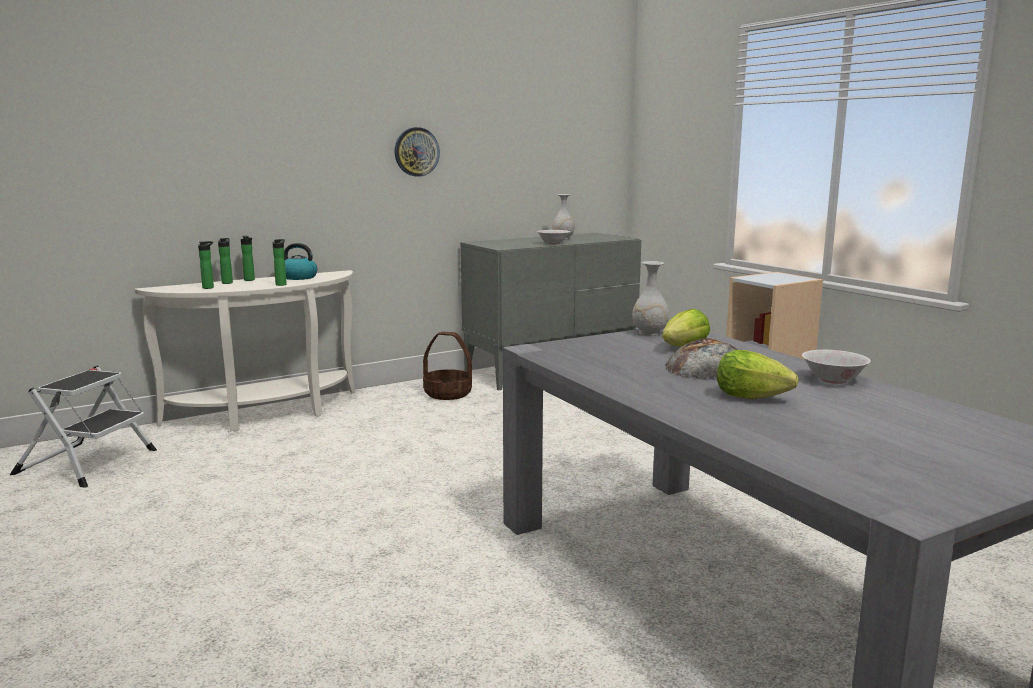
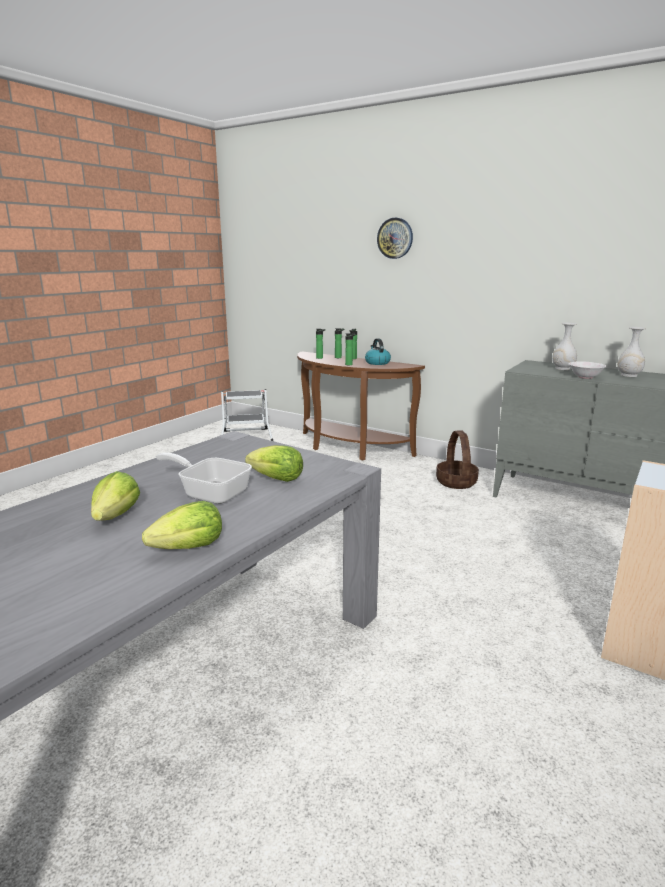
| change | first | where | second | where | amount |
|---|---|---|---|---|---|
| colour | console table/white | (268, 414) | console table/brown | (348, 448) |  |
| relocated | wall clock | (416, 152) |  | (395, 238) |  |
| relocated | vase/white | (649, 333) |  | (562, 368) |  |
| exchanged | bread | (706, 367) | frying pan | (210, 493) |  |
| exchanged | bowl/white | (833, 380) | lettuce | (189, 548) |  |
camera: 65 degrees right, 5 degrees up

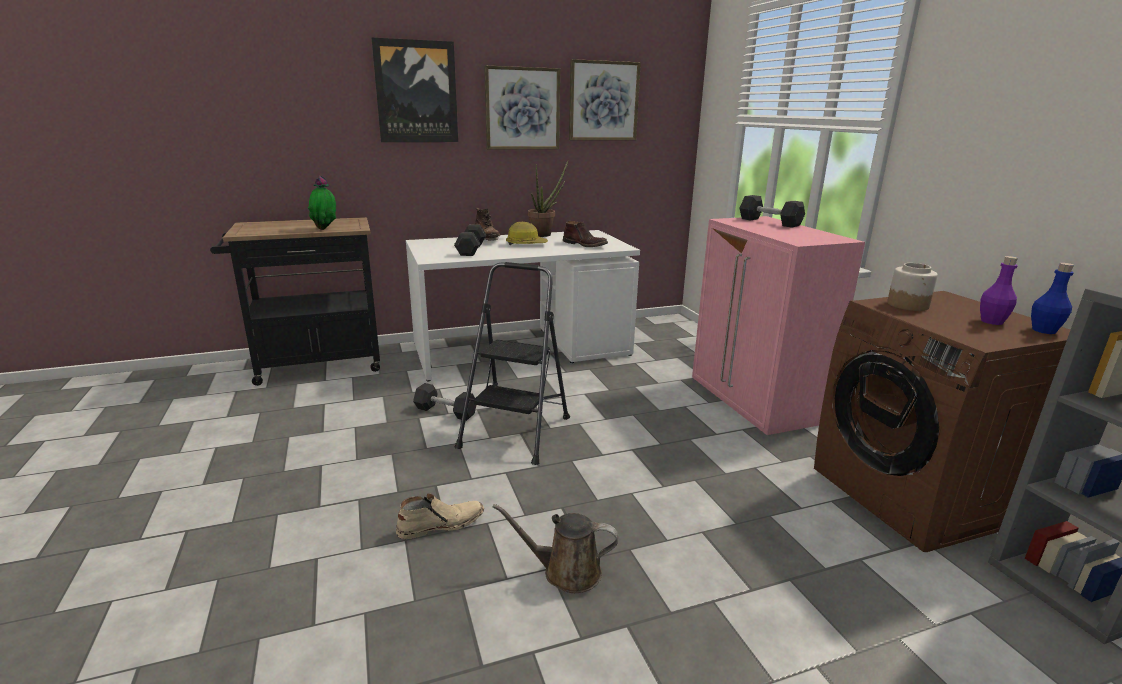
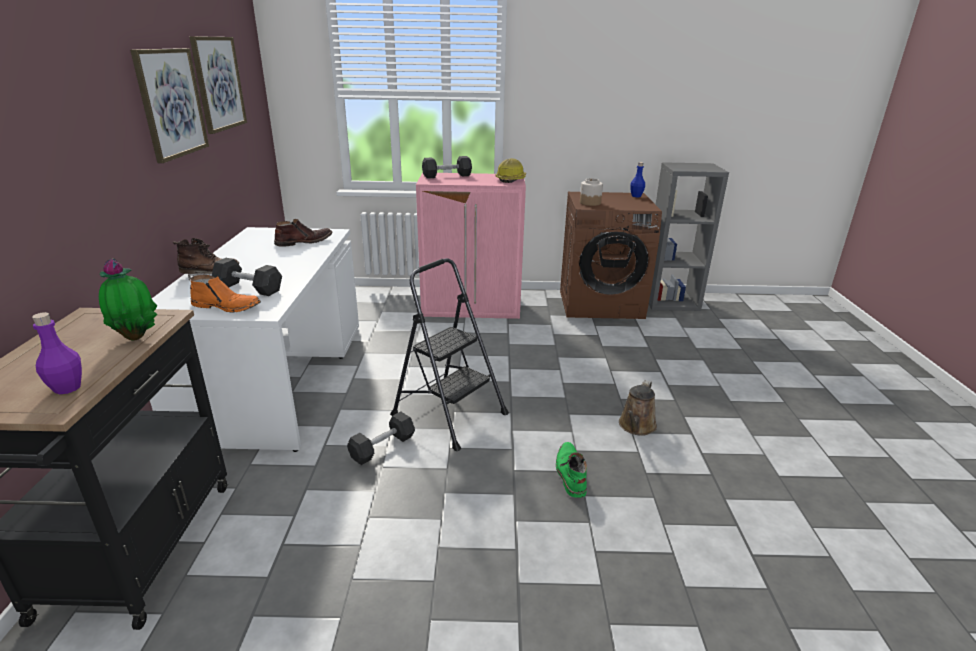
| change | first | where | second | where | amount |
|---|---|---|---|---|---|
| missing | picture | (416, 92) |  |  |  |
| colour | boot/beige | (440, 524) | boot/green | (570, 474) |  |
| relocated | hard hat | (526, 244) |  | (511, 179) |  |
| missing | potted plant | (545, 234) |  |  |  |
| relocated | bottle/purple | (991, 321) |  | (67, 388) |  |
| appeared |  |  | boot/orange | (227, 306) |  |
camera: 70 degrees left, 5 degrees up

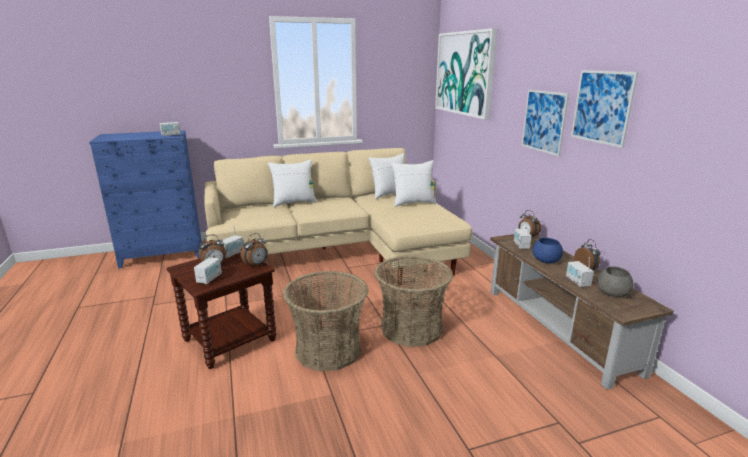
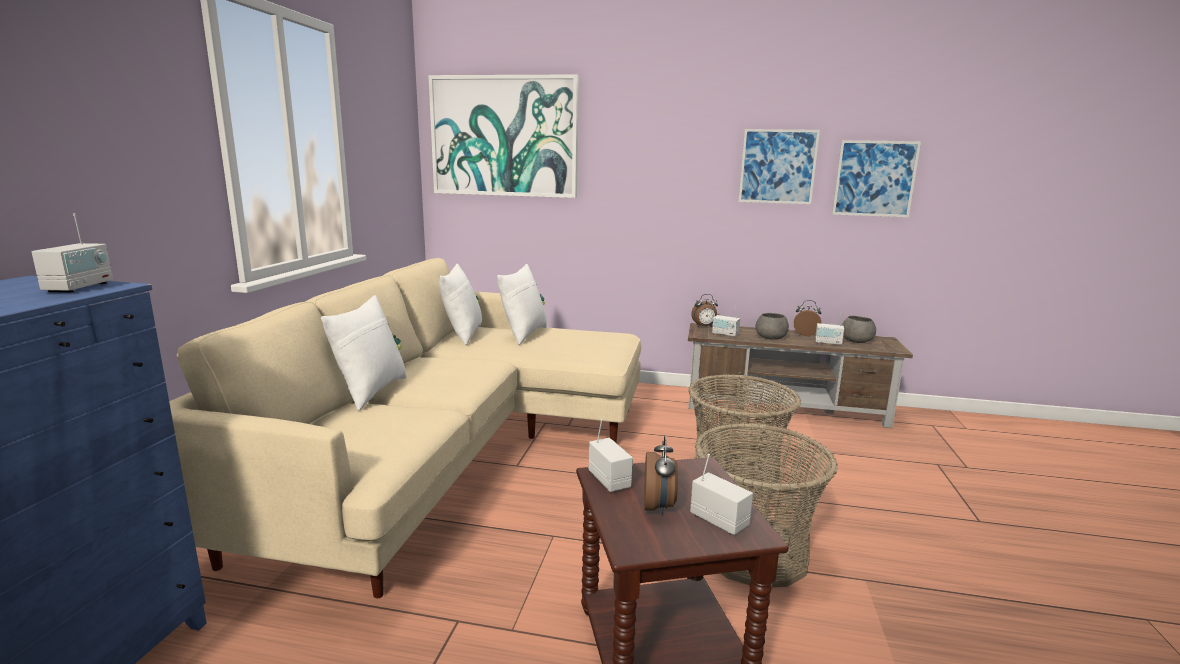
| change | first | where | second | where | amount |
|---|---|---|---|---|---|
| missing | alarm clock | (256, 265) |  |  |  |
| relocated | picture | (544, 121) |  | (875, 178) |  |
| colour | bowl/blue | (546, 260) | bowl/grey | (771, 337) |  |
camera: 60 degrees left, 5 degrees down

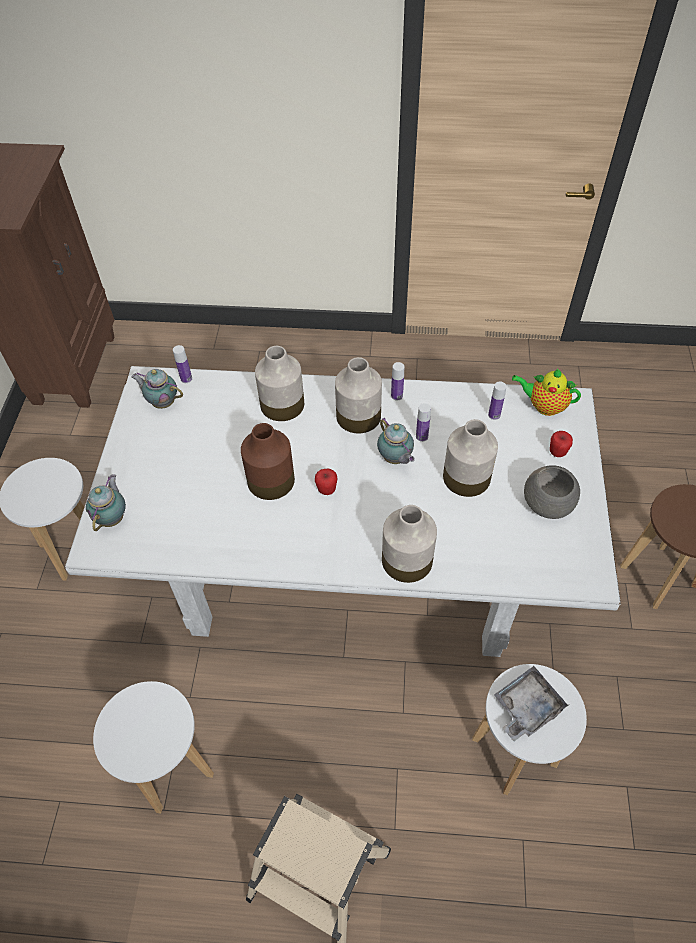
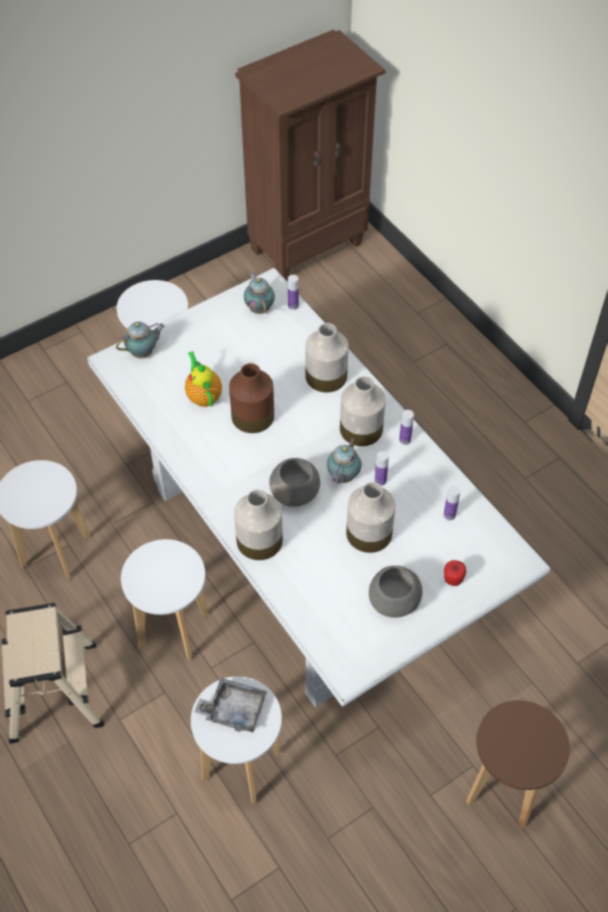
| change | first | where | second | where | amount |
|---|---|---|---|---|---|
| missing | apple | (326, 490) |  |  |  |
| relocated | teapot | (544, 406) |  | (203, 395) |  |
| appeared |  |  | stool/white | (173, 630) |  |
| appeared |  |  | bowl/grey | (295, 493) |  |
camera: 50 degrees right, 0 degrees up

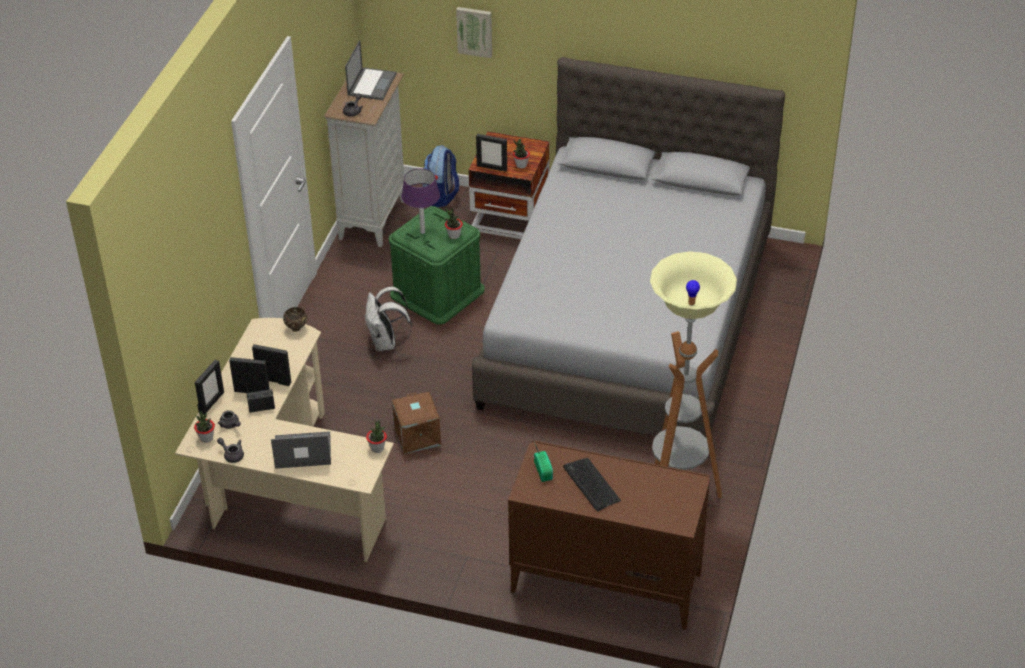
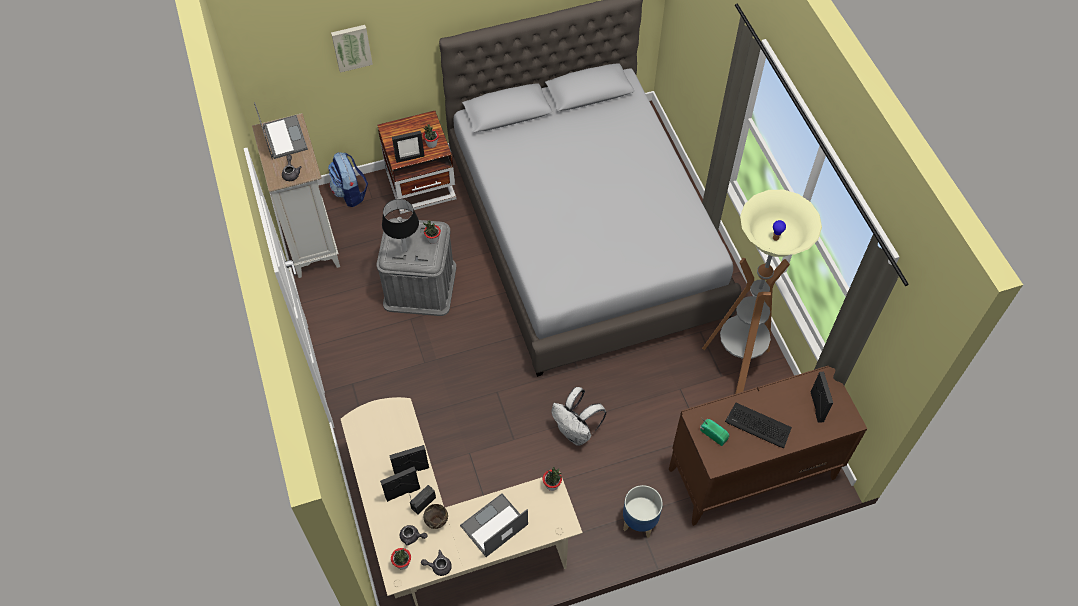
| change | first | where | second | where | amount |
|---|---|---|---|---|---|
| relocated | picture frame | (211, 402) |  | (816, 407) |  |
| relocated | bowl/brown | (296, 328) |  | (437, 521) |  |
| relocated | backpack/white | (386, 343) |  | (576, 432) |  |
| colour | storage box/green | (437, 292) | storage box/grey | (420, 285) |  |
| missing | storage box/brown | (416, 436) |  |  |  |
| colour | table lamp/purple | (422, 232) | table lamp/black | (405, 250) |  |
| appeared |  |  | planter | (639, 521) |  |
camera: 35 degrees left, 15 degrees up

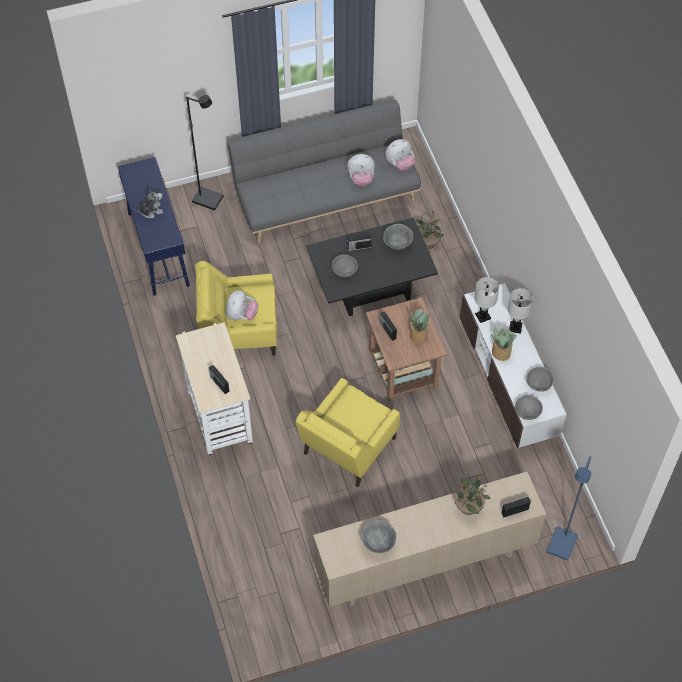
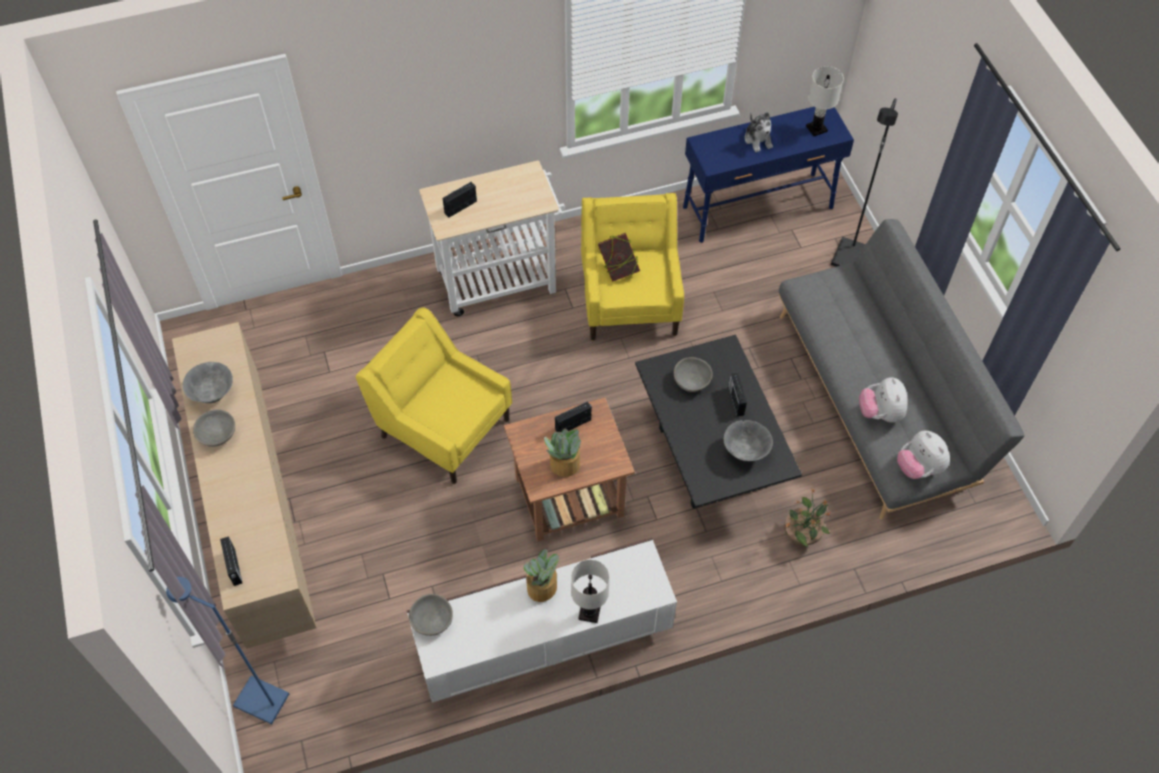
| change | first | where | second | where | amount |
|---|---|---|---|---|---|
| exchanged | plush toy | (241, 315) | book | (618, 269) |  |
| missing | potted plant | (469, 506) |  |  |  |
| relocated | table lamp/white | (482, 316) |  | (816, 128) |  |
| relocated | bowl/grey | (538, 384) |  | (218, 434) |  |
camera: 90 degrees right, 0 degrees up

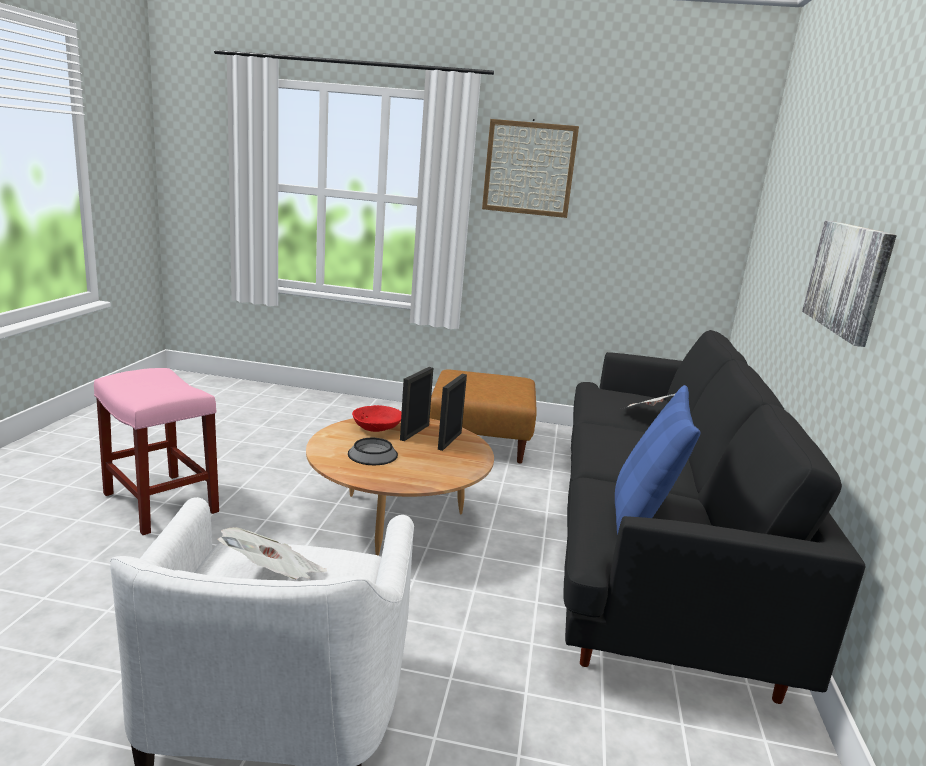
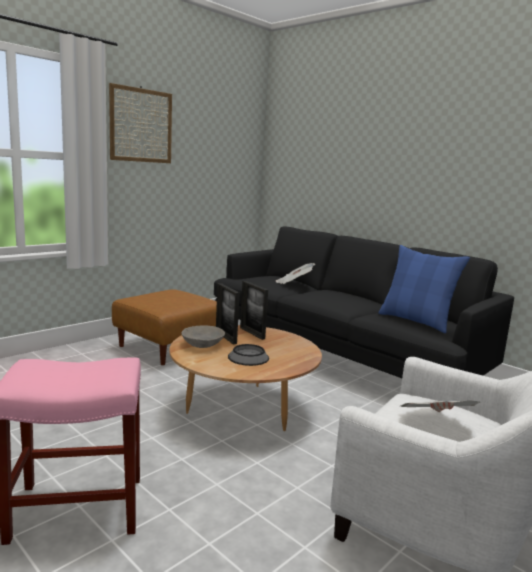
| change | first | where | second | where | amount |
|---|---|---|---|---|---|
| colour | bowl/red | (377, 428) | bowl/grey | (202, 344) |  |
| missing | picture | (848, 278) |  |  |  |
camera: 55 degrees left, 5 degrees down

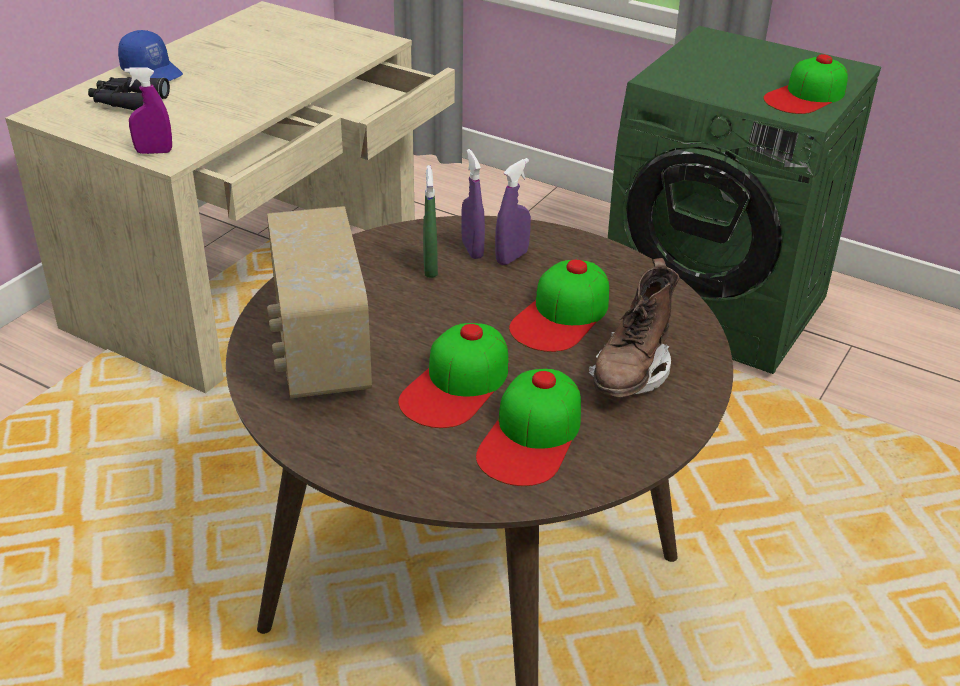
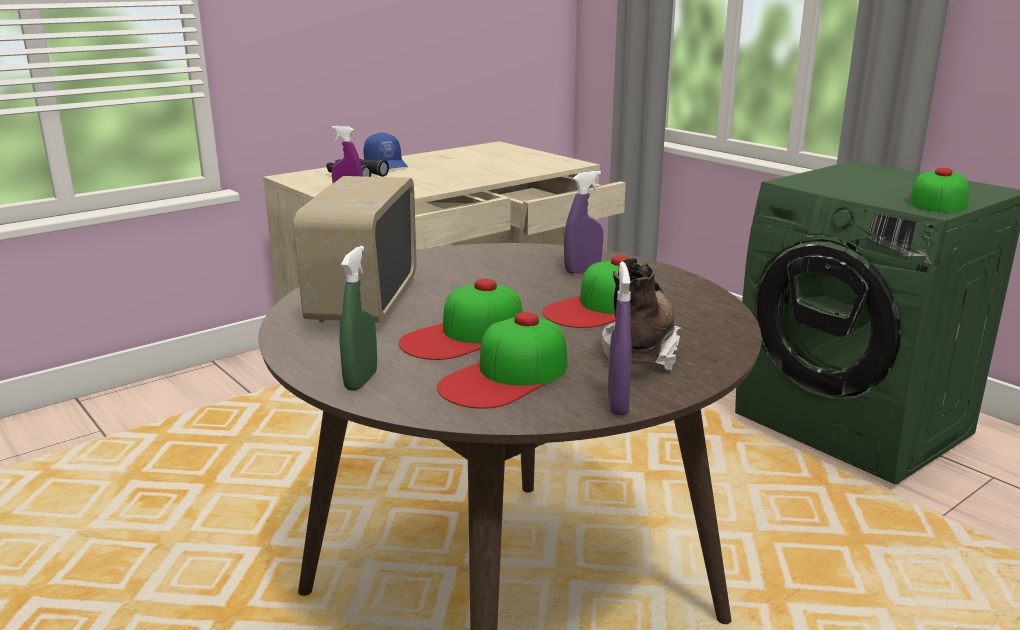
| change | first | where | second | where | amount |
|---|---|---|---|---|---|
| relocated | spray bottle/green | (430, 268) |  | (361, 381) |  |
| relocated | spray bottle/purple | (472, 250) |  | (617, 404) |  |
| spun | boot/brown | (630, 373) |  | (640, 350) | 150 degrees clockwise |
| spun | cap | (806, 96) |  | (937, 200) | 135 degrees clockwise |
camera: 20 degrees right, 15 degrees down

